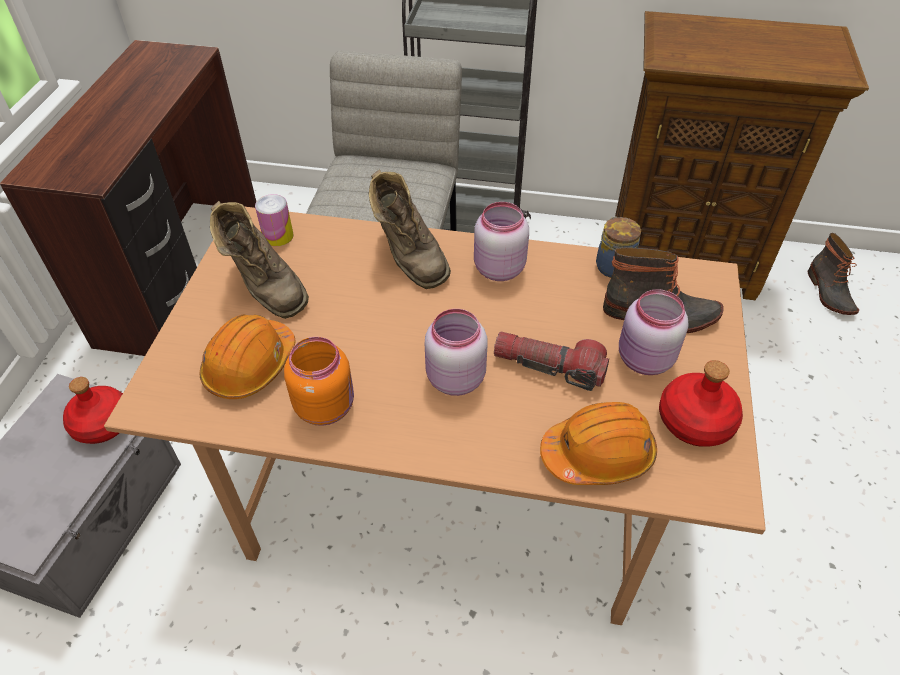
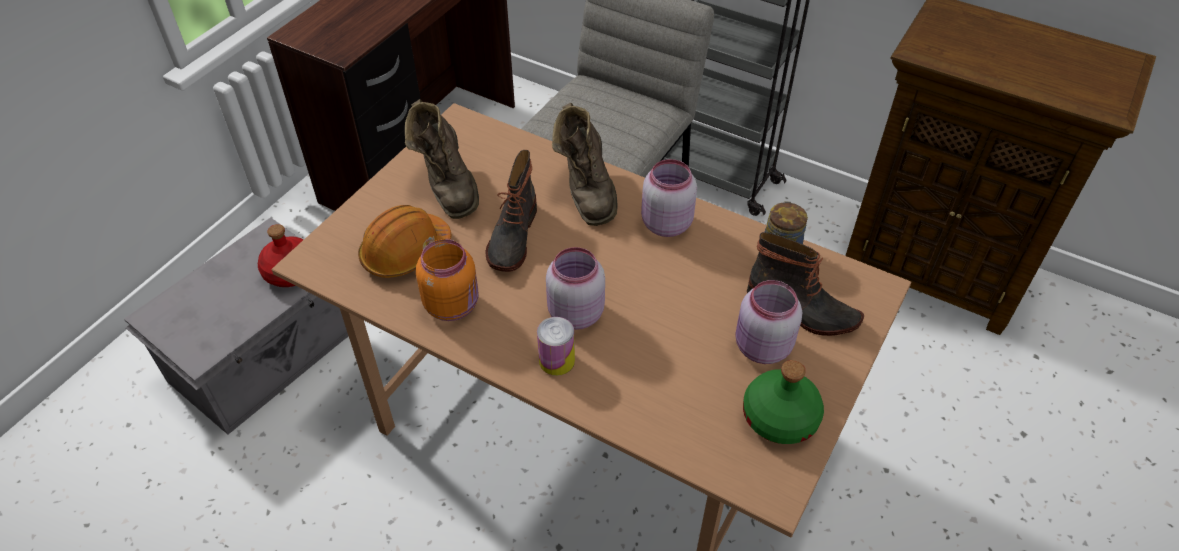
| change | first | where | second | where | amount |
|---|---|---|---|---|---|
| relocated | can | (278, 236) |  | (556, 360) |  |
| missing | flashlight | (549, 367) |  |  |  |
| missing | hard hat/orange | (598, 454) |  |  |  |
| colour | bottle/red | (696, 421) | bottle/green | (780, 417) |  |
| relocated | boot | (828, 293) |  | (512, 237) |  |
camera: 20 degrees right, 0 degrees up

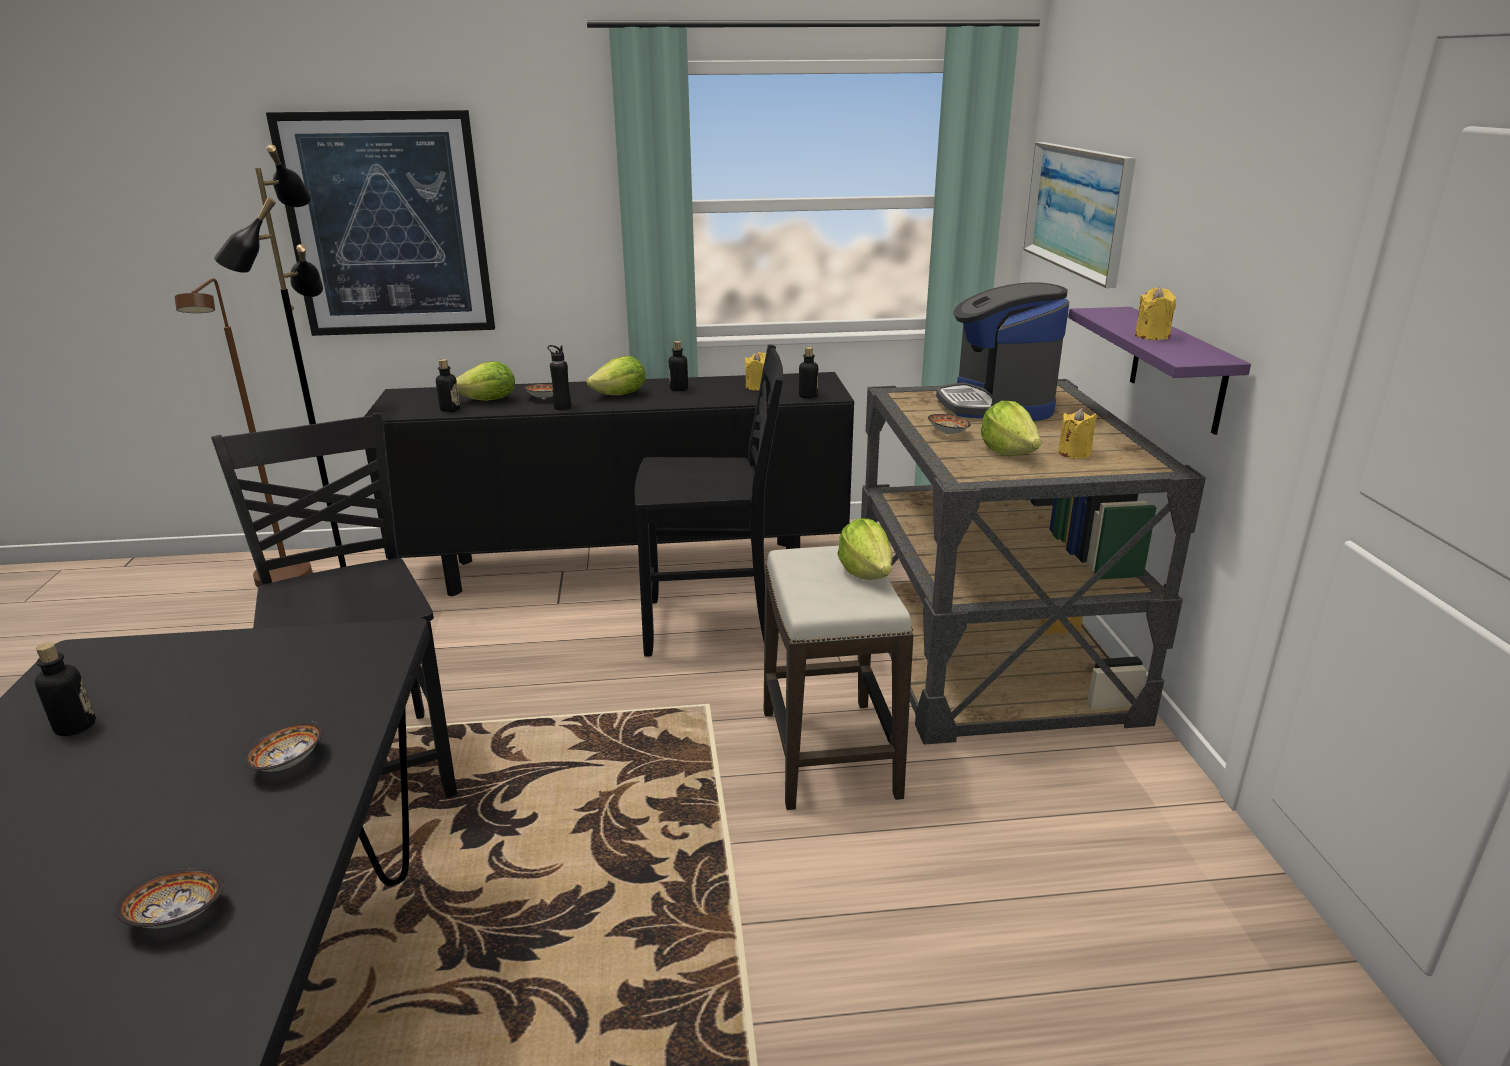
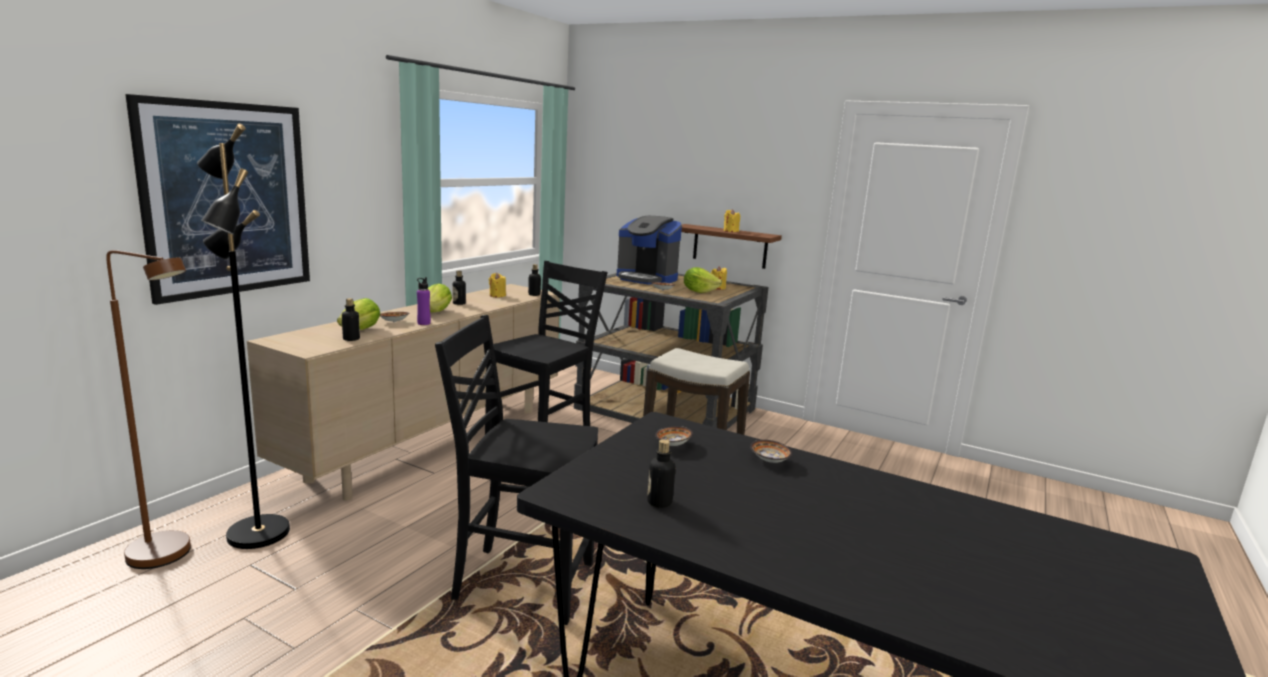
| change | first | where | second | where | amount |
|---|---|---|---|---|---|
| relocated | bowl | (177, 916) |  | (673, 445) |  |
| colour | cabinet/black | (627, 566) | cabinet/beige | (432, 442) |  |
| colour | bottle/black | (562, 407) | bottle/purple | (423, 323) |  |
| missing | lettuce | (866, 572) |  |  |  |
| missing | picture | (1077, 209) |  |  |  |
| colour | shelf/purple | (1177, 369) | shelf/brown | (730, 246) |  |
camera: 55 degrees left, 10 degrees down

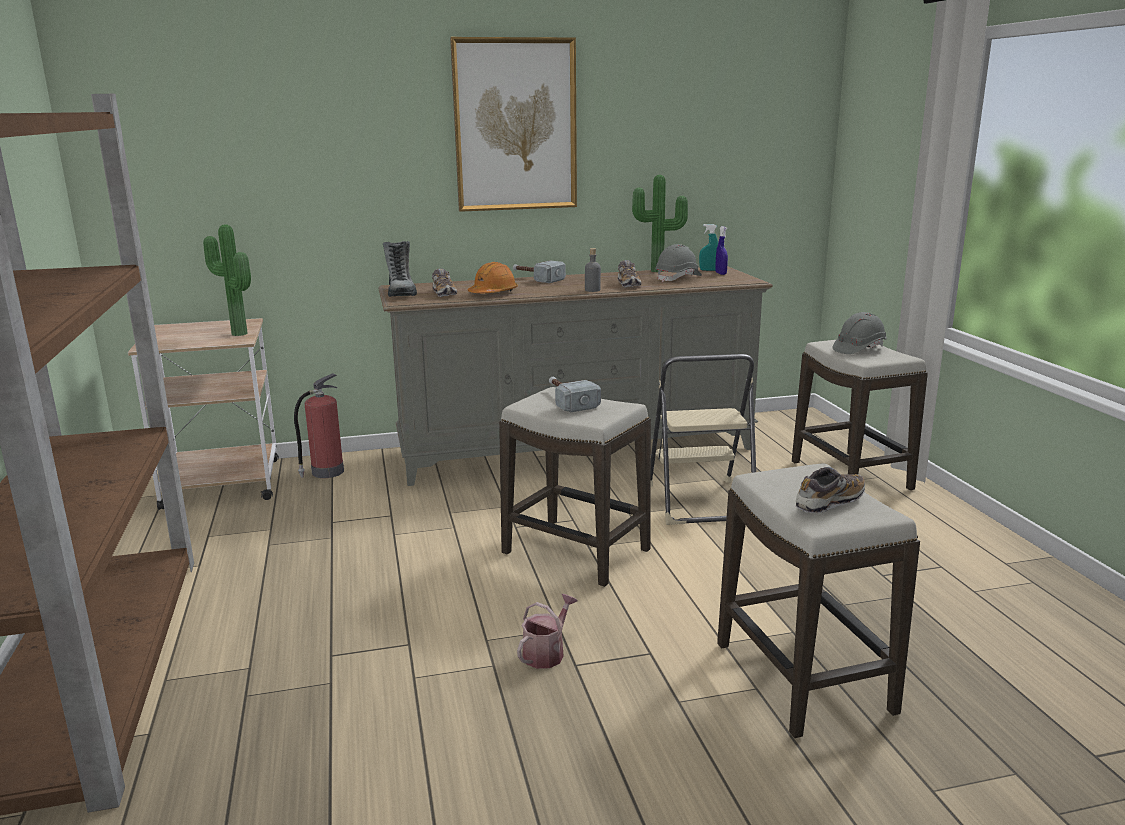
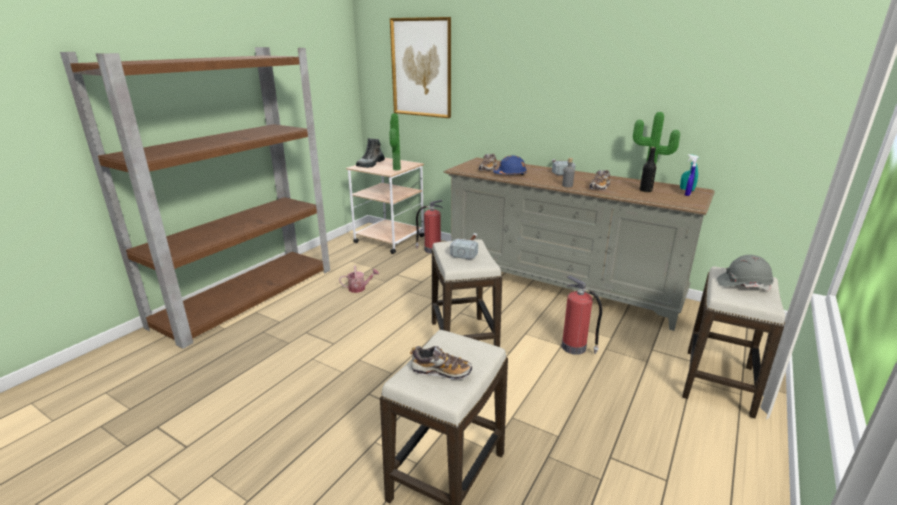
| change | first | where | second | where | amount |
|---|---|---|---|---|---|
| relocated | boot | (401, 292) |  | (370, 164) |  |
| relocated | picture | (515, 125) |  | (421, 68) |  |
| colour | hard hat/orange | (493, 293) | hard hat/blue | (510, 174) |  |
| relocated | watering can | (547, 653) |  | (359, 288) |  |
| exchanged | step ladder/beige | (700, 503) | fire extinguisher | (575, 348) |  |
| exchanged | hard hat/grey | (678, 278) | bottle/black | (645, 191) |  |
camera: 45 degrees right, 5 degrees up

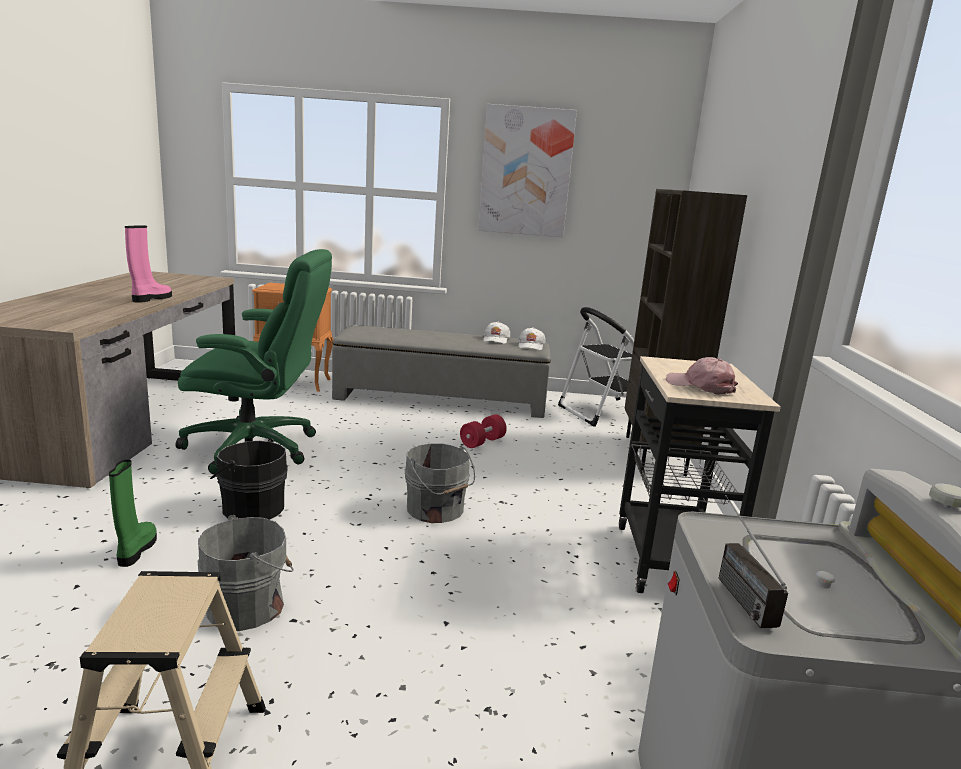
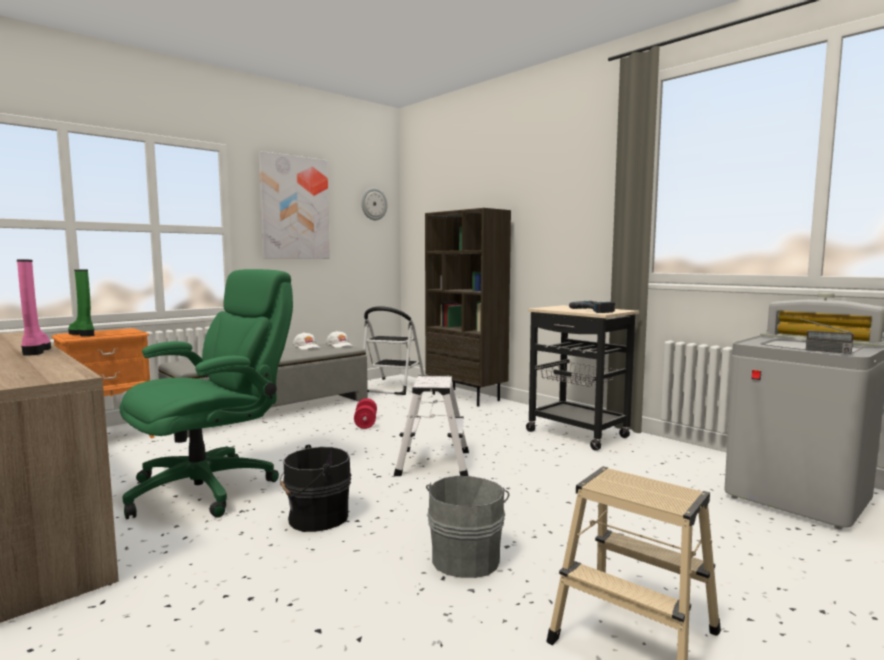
| change | first | where | second | where | amount |
|---|---|---|---|---|---|
| relocated | boot/green | (136, 550) |  | (83, 334) |  |
| exchanged | bucket/grey | (436, 510) | step ladder/white | (433, 463) |  |
| exchanged | cap/pink | (700, 386) | power drill | (595, 310) |  |
| appeared |  |  | wall clock | (373, 204) |  |
camera: 45 degrees left, 10 degrees down

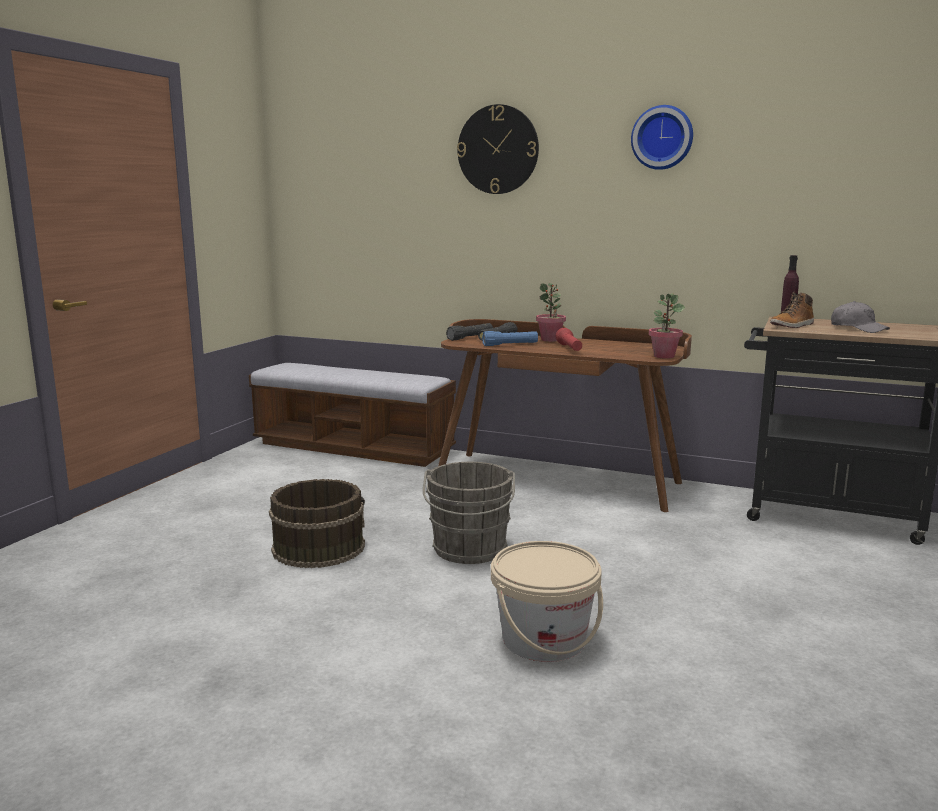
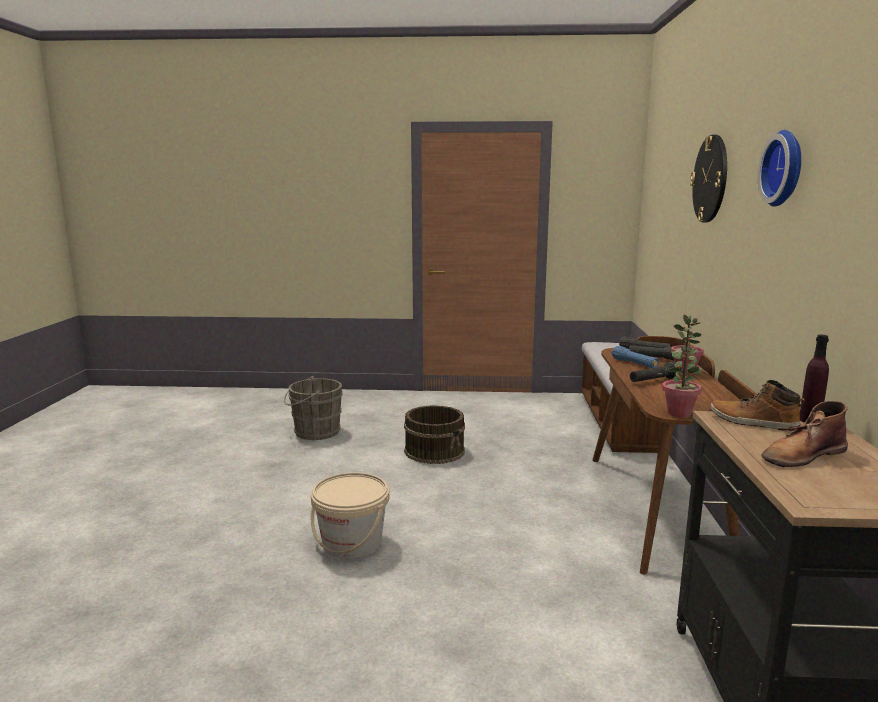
| change | first | where | second | where | amount |
|---|---|---|---|---|---|
| relocated | bucket/grey | (469, 551) |  | (314, 432) |  |
| colour | flashlight/red | (569, 348) | flashlight/black | (654, 381) |  |
| exchanged | cap/grey | (858, 328) | boot/brown | (802, 455) |  |
camera: 70 degrees right, 0 degrees up

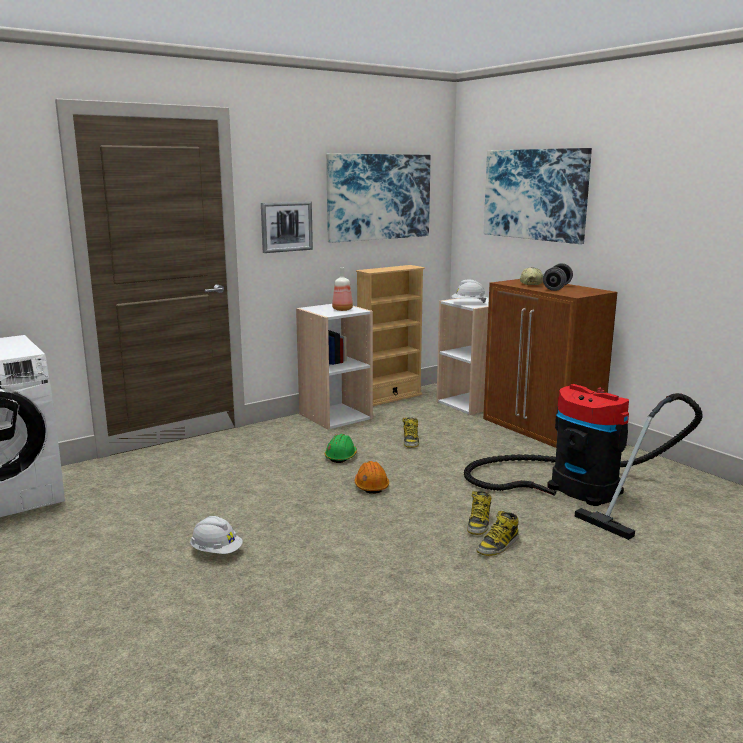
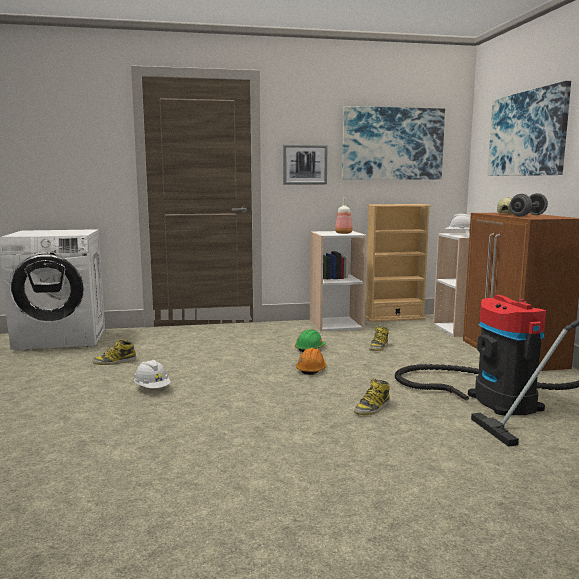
| change | first | where | second | where | amount |
|---|---|---|---|---|---|
| relocated | boot | (498, 545) |  | (114, 362) |  |
camera: 25 degrees right, 5 degrees down

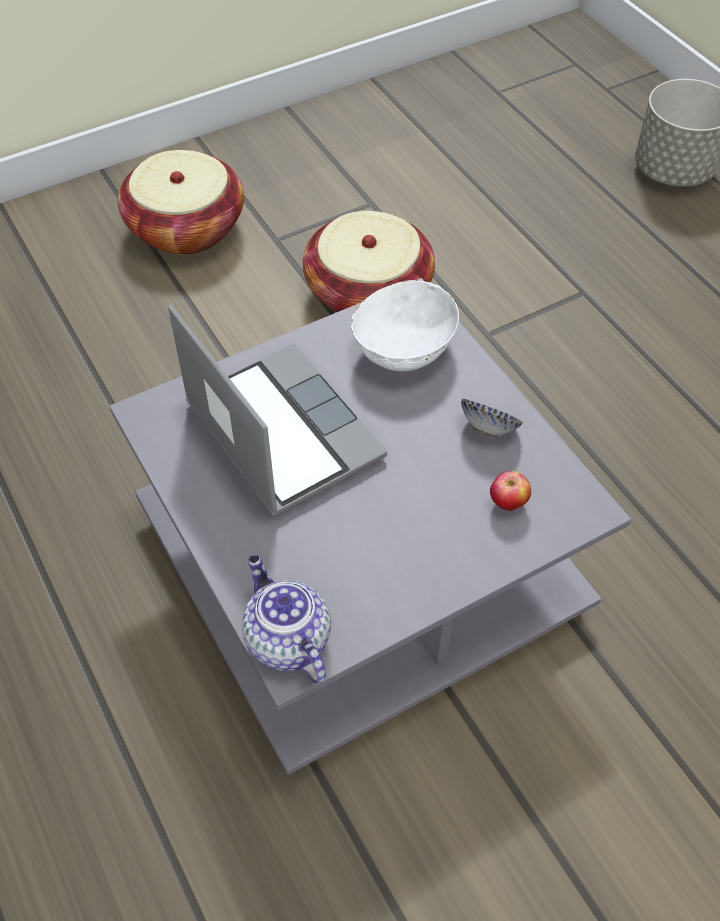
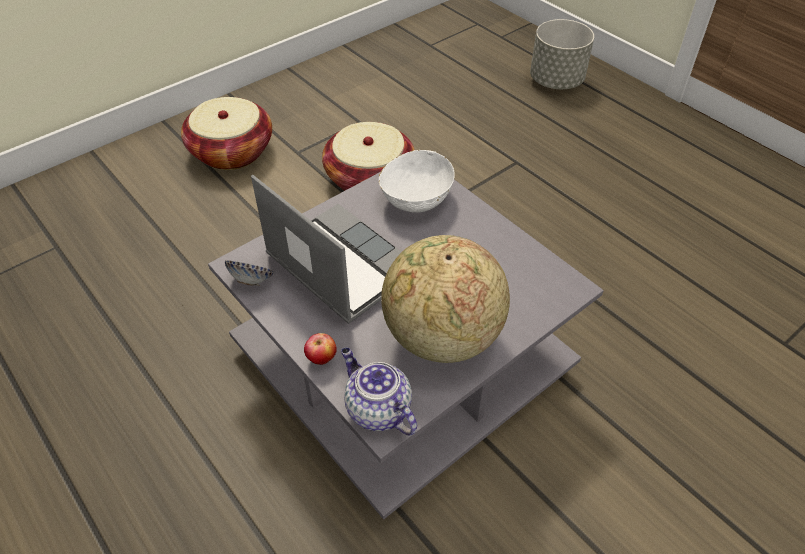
| change | first | where | second | where | amount |
|---|---|---|---|---|---|
| relocated | bowl | (488, 428) |  | (252, 280) |  |
| relocated | apple | (507, 504) |  | (321, 359) |  |
| appeared |  |  | globe | (441, 336) |  |
camera: 10 degrees left, 5 degrees down

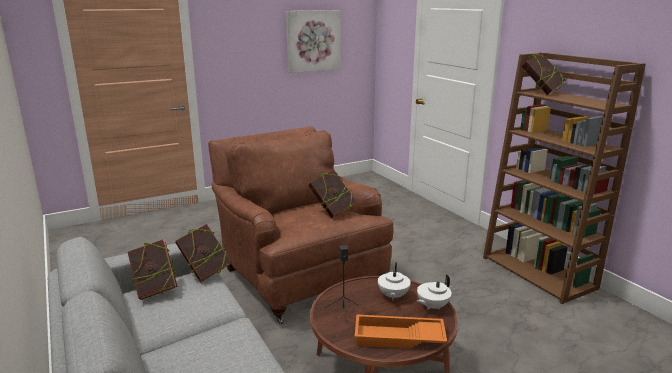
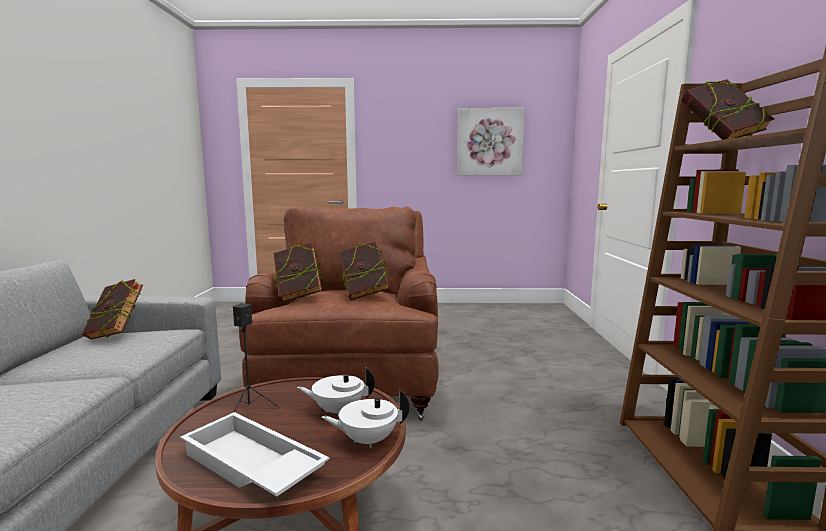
| change | first | where | second | where | amount |
|---|---|---|---|---|---|
| relocated | book | (205, 273) |  | (298, 297) |  |
| colour | tray/orange | (398, 338) | tray/white | (250, 466) |  |
| spun | teapot/white | (393, 296) |  | (338, 411) | 45 degrees clockwise |
camera: 30 degrees right, 10 degrees down

